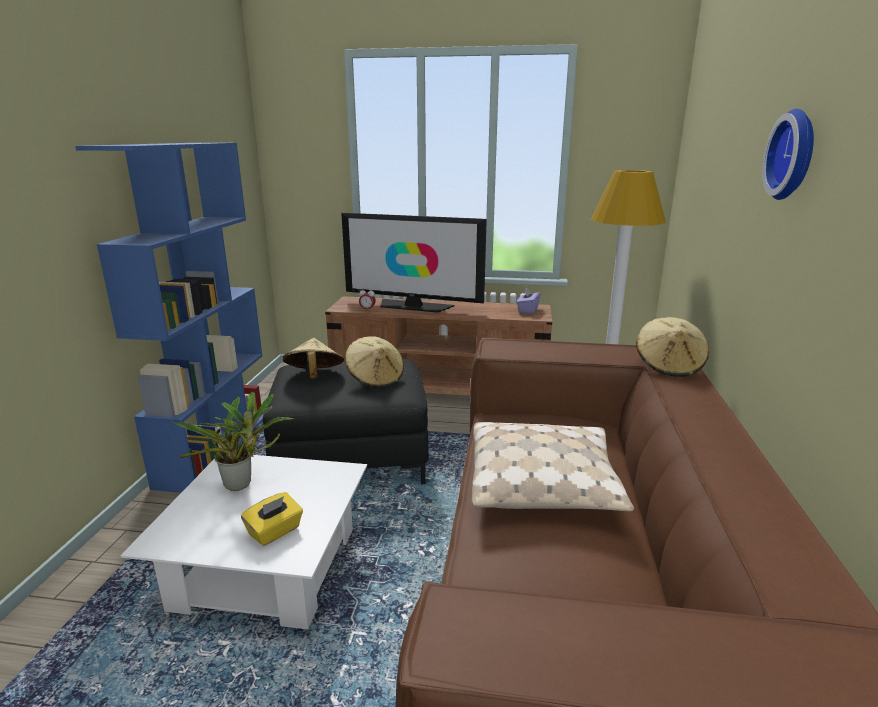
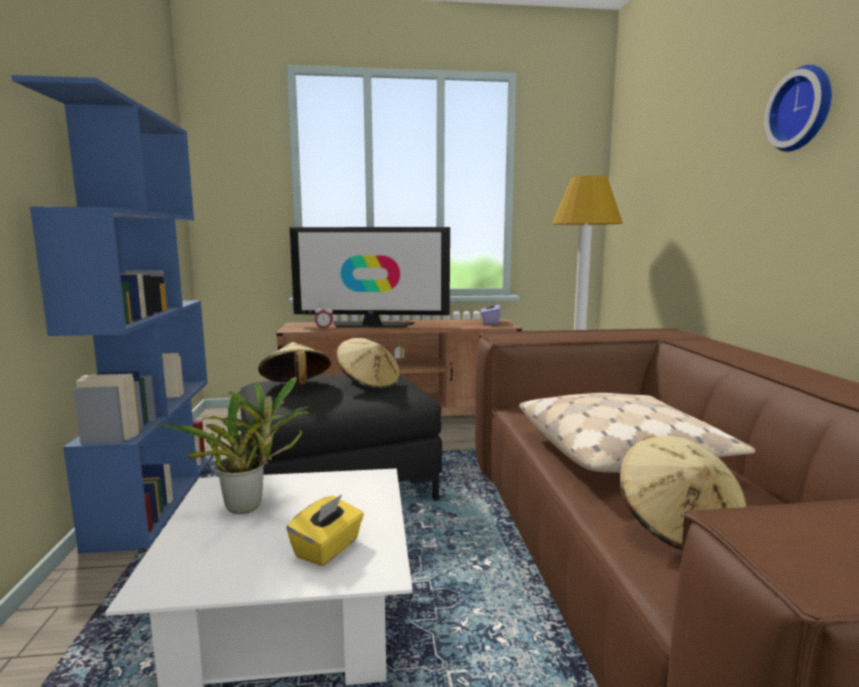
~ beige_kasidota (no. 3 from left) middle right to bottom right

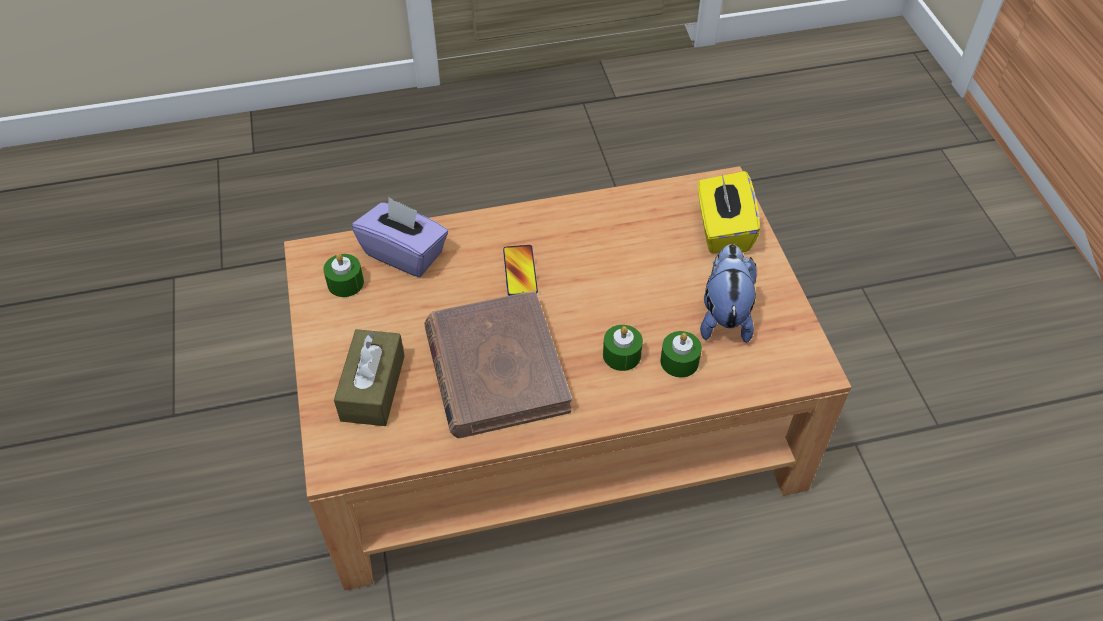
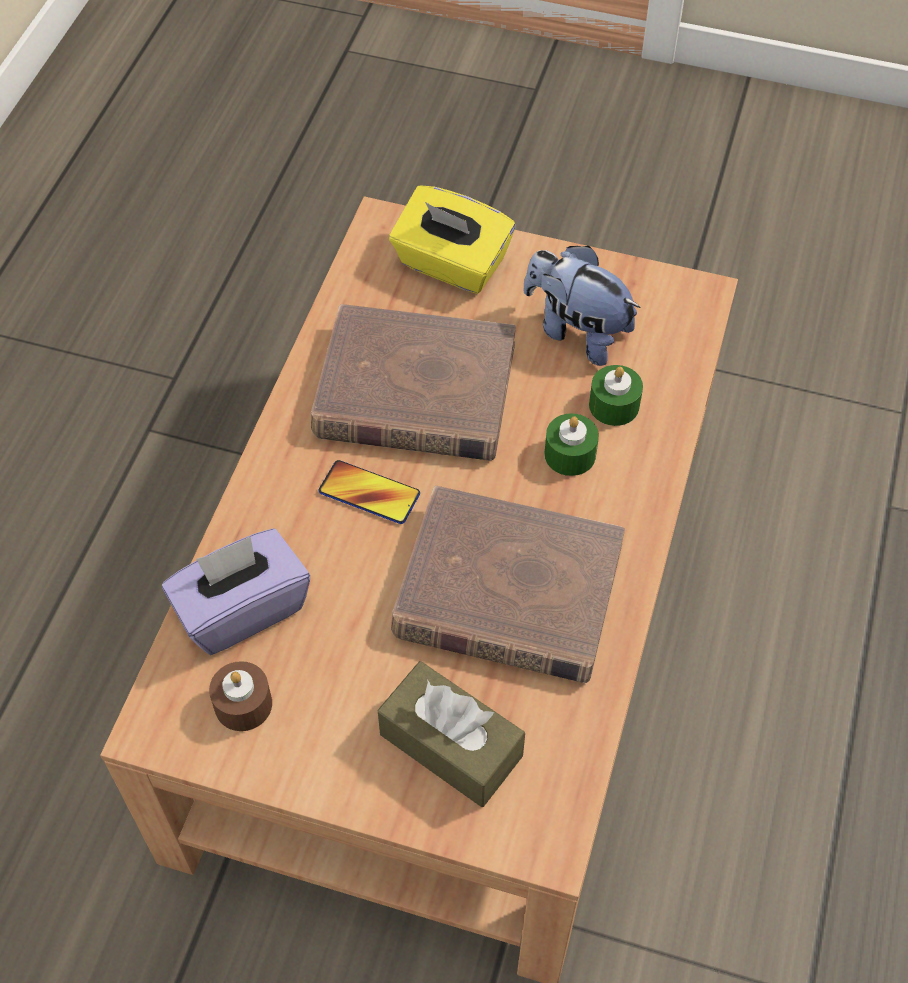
~ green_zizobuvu (no. 1 from left) middle left to brown_zizobuvu bottom left
+ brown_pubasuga (no. 1 from left) centre

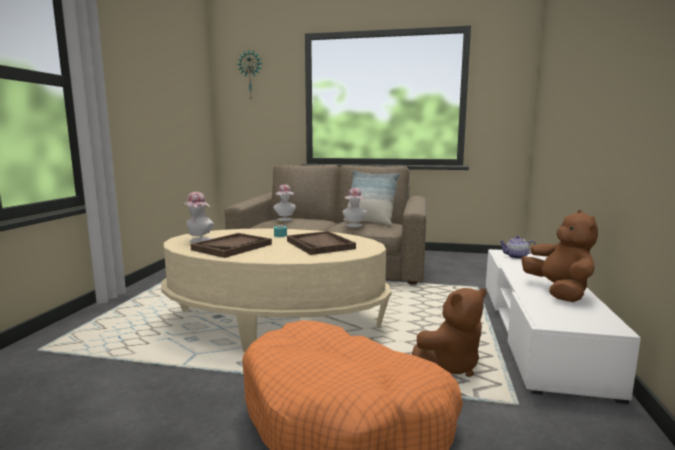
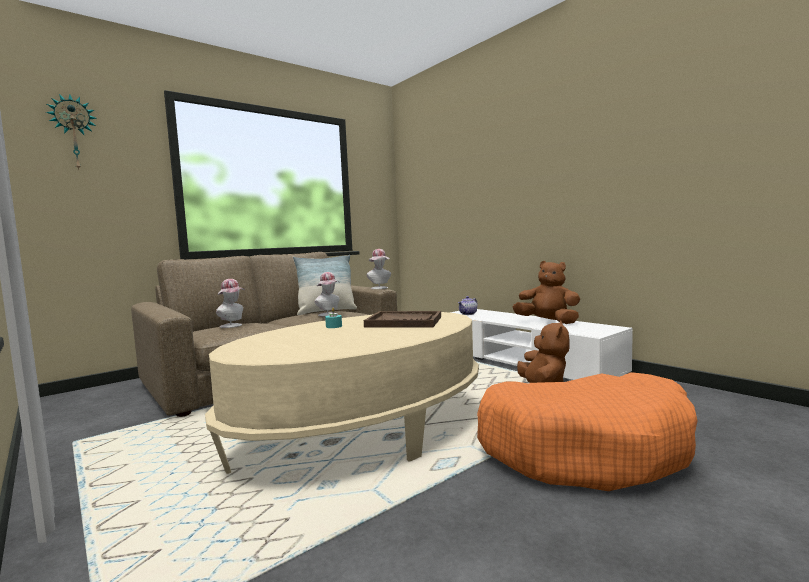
~ kasidota (no. 1 from left in the first image) middle left to kasidota (no. 3 from left) centre
- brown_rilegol (no. 1 from left) centre

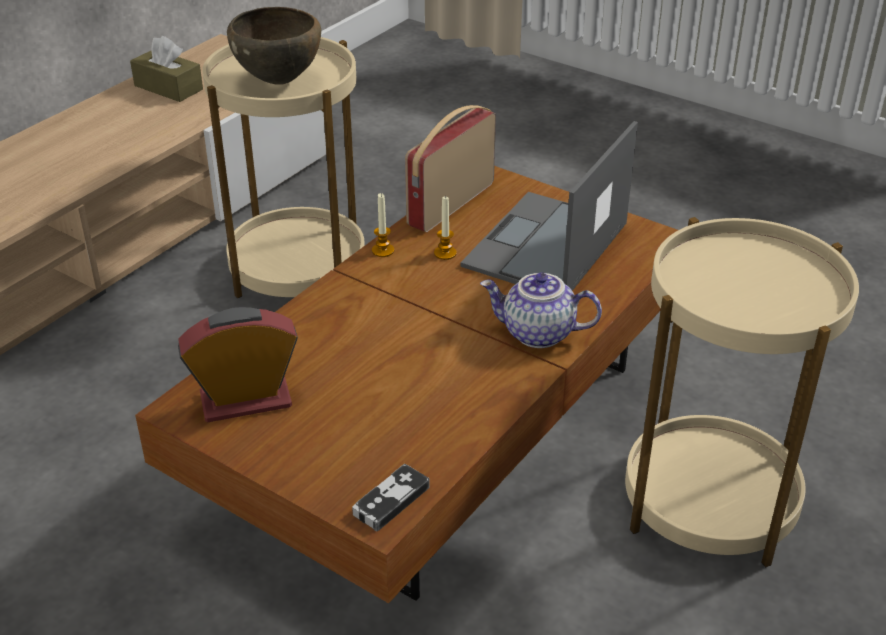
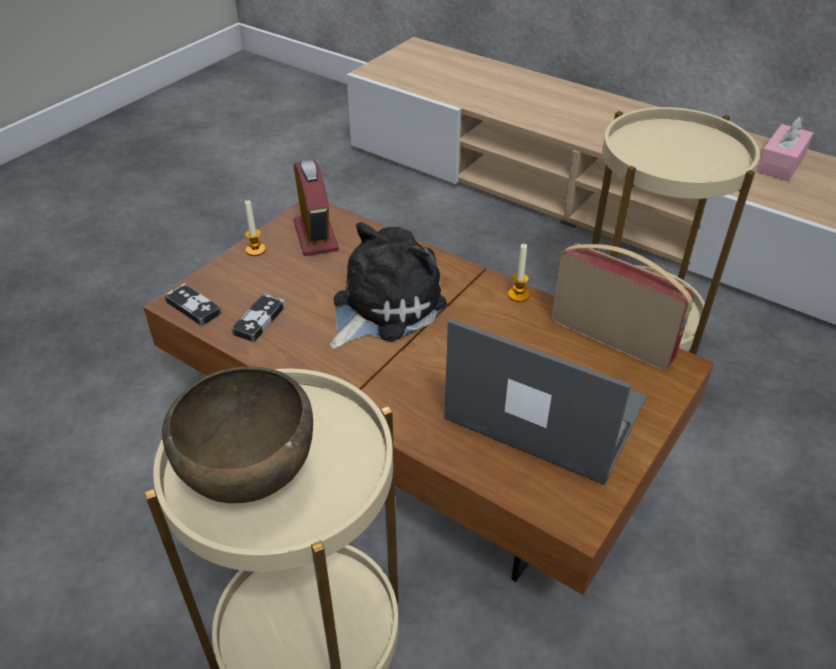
~ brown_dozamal top left to middle left
+ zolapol (no. 2 from left) middle left
~ zizobuvu (no. 2 from left in the first image) centre to zizobuvu (no. 1 from left) middle left
+ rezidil centre
~ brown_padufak top left to pink_padufak top right
- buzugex centre

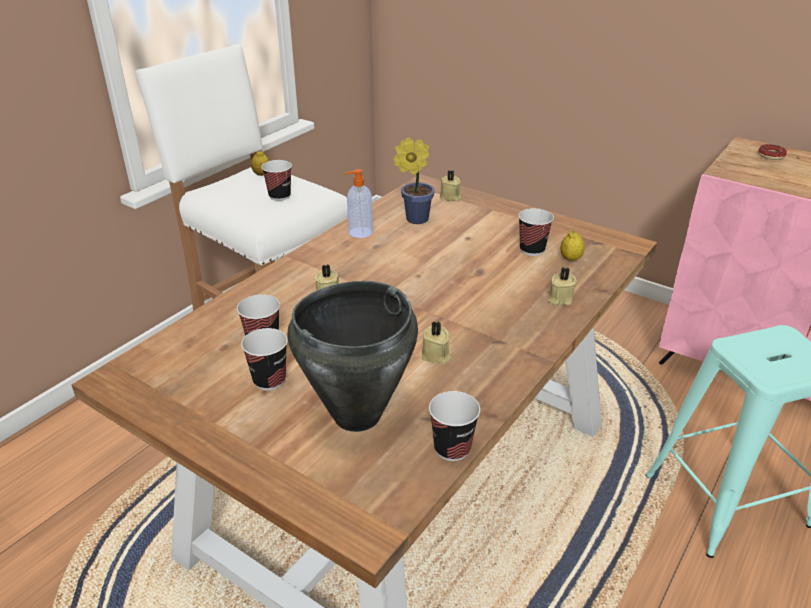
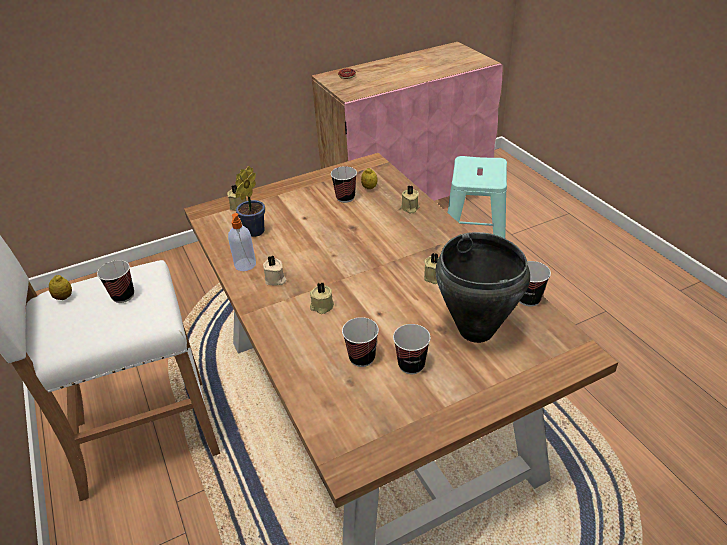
+ beige_zizobuvu (no. 2 from left) centre

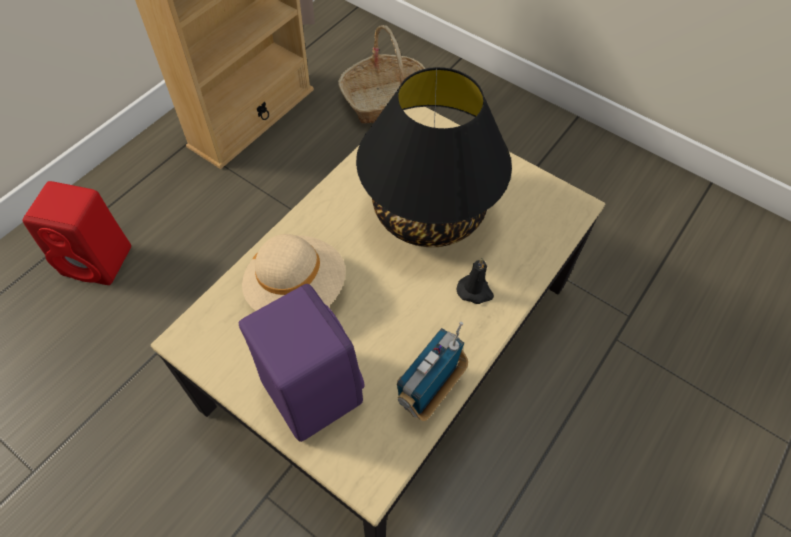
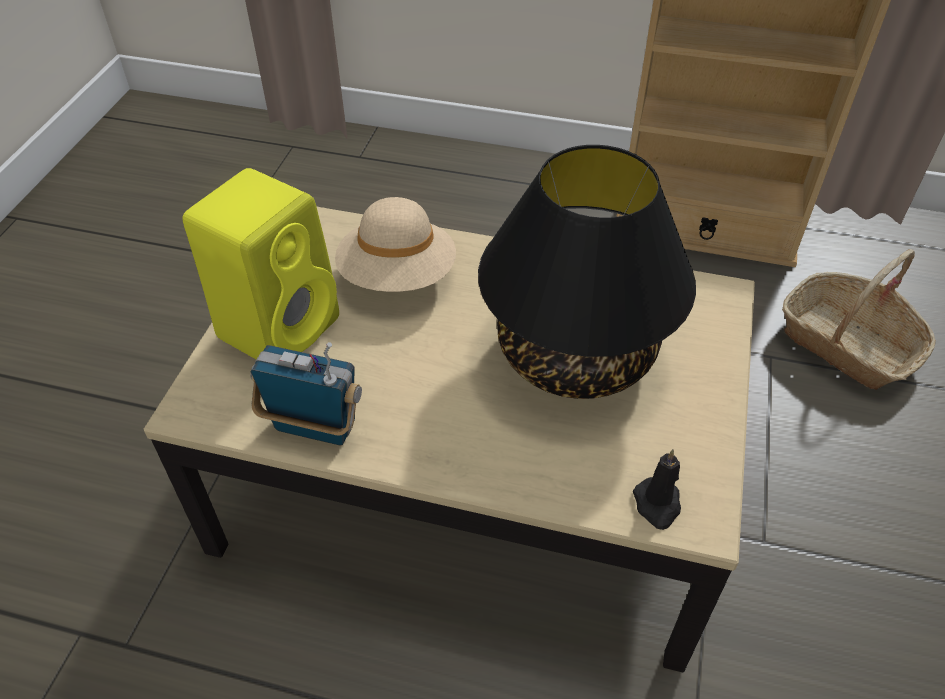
~ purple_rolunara bottom centre to yellow_rolunara middle left
~ black_zizobuvu centre to bottom right
- red_rolunara middle left

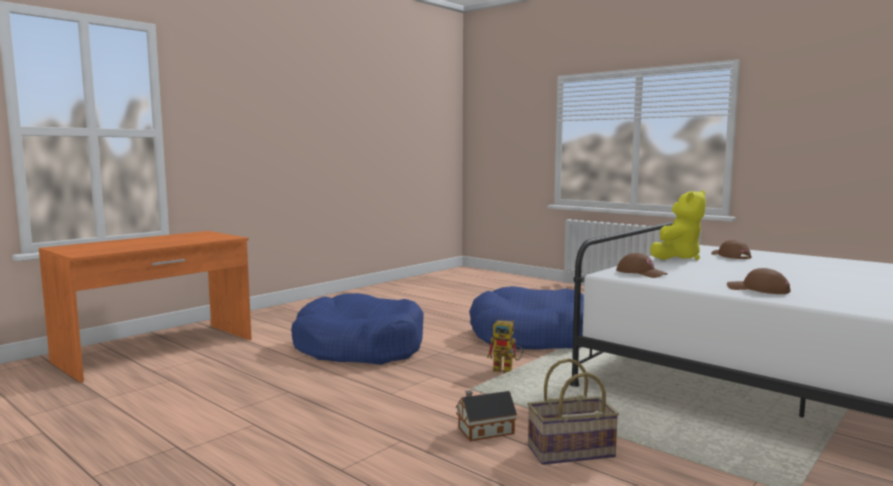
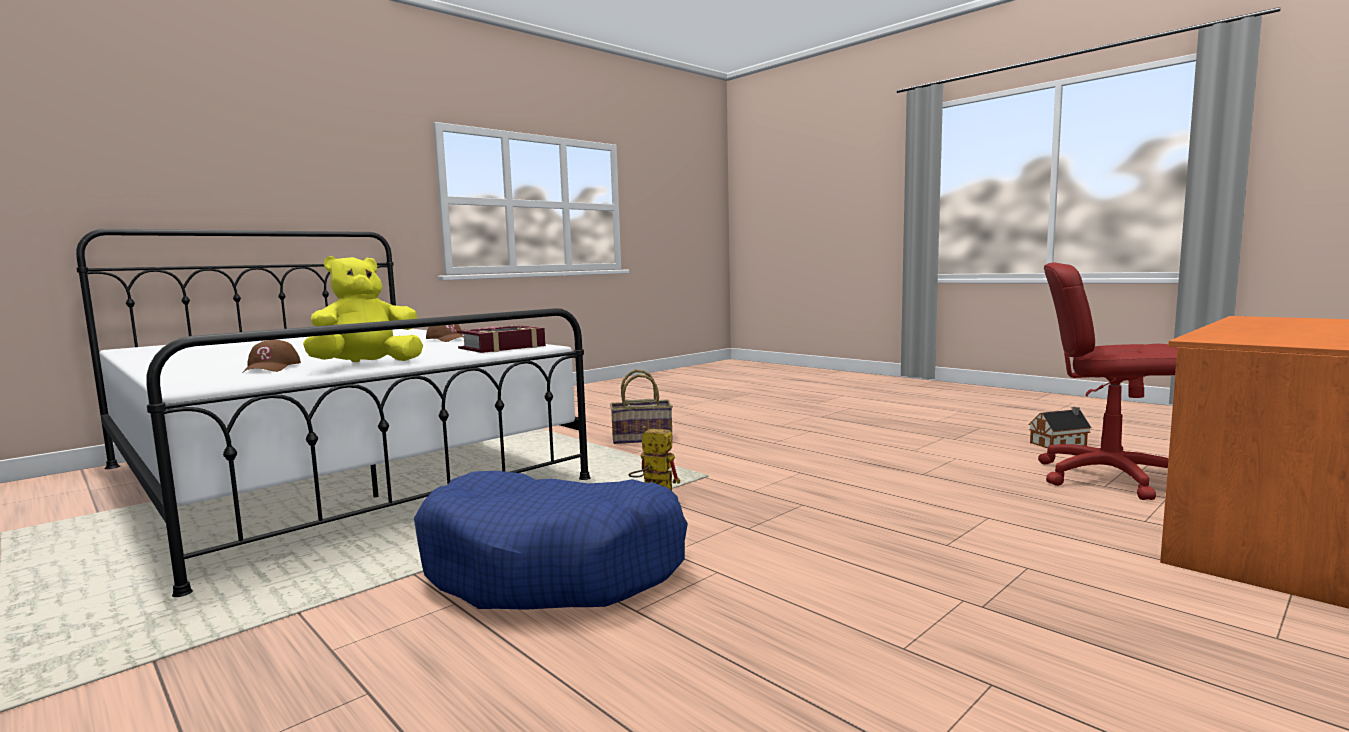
~ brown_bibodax (no. 1 from left) middle right to pubasuga centre
~ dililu bottom centre to middle right
+ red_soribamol middle right
- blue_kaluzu (no. 1 from left) bottom centre

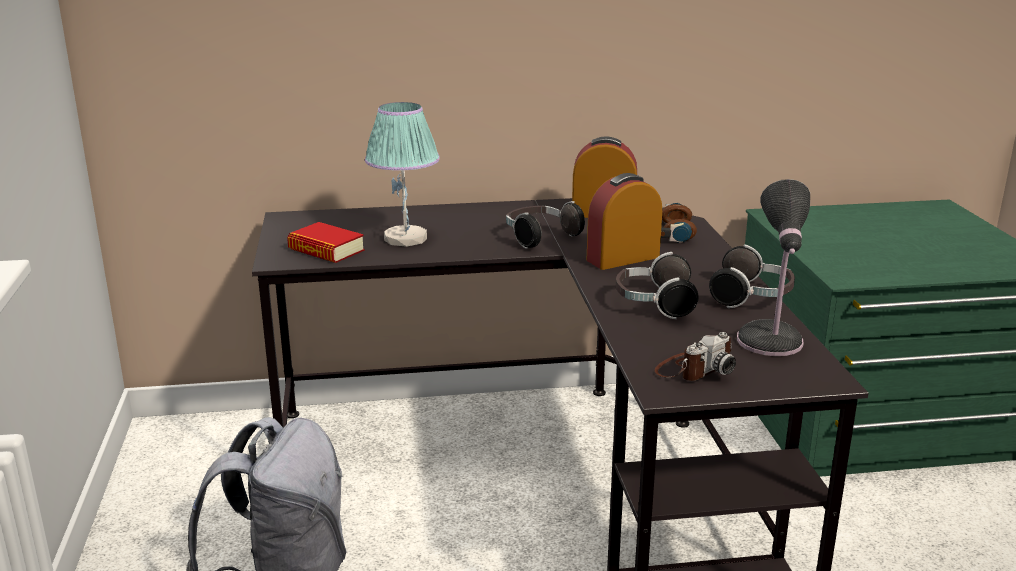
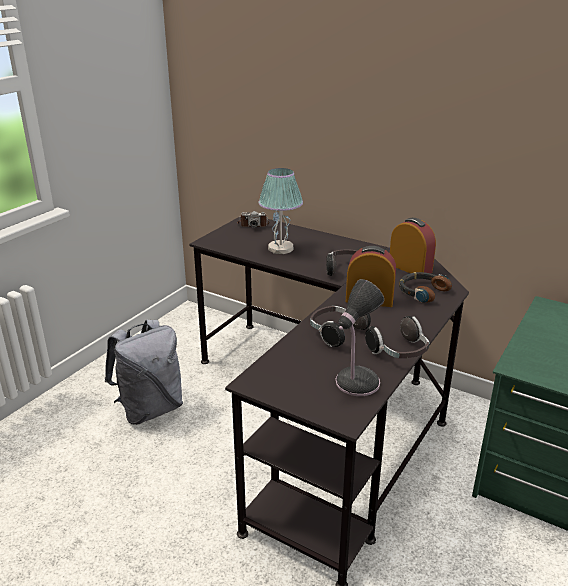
~ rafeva middle right to centre
- pubasuga middle left

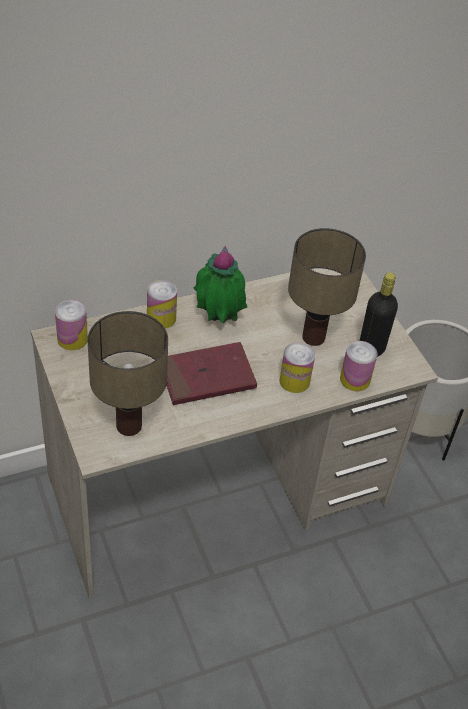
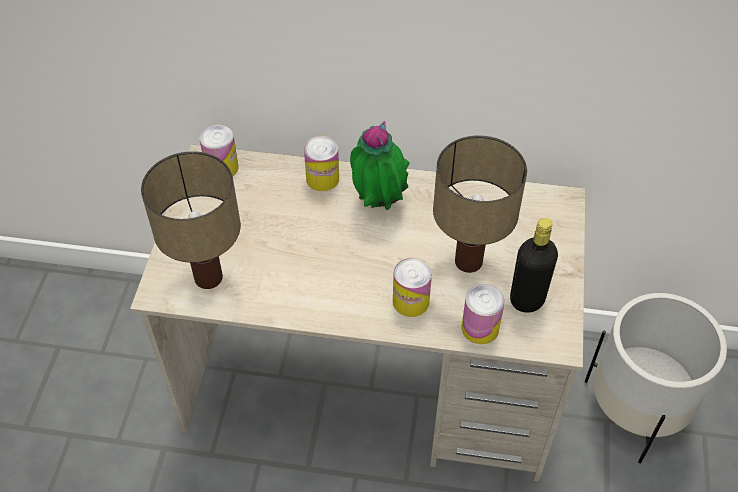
- red_pubasuga centre

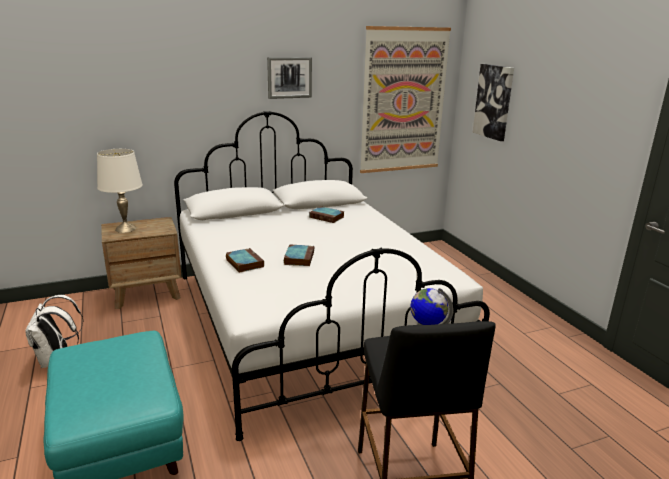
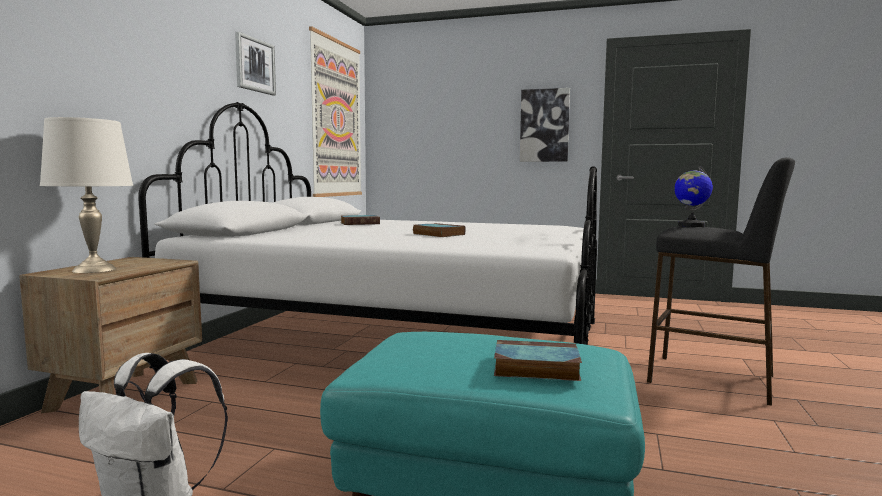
~ pubasuga (no. 1 from left in the first image) centre to pubasuga (no. 3 from left) bottom centre
~ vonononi (no. 3 from left) top right to top centre

